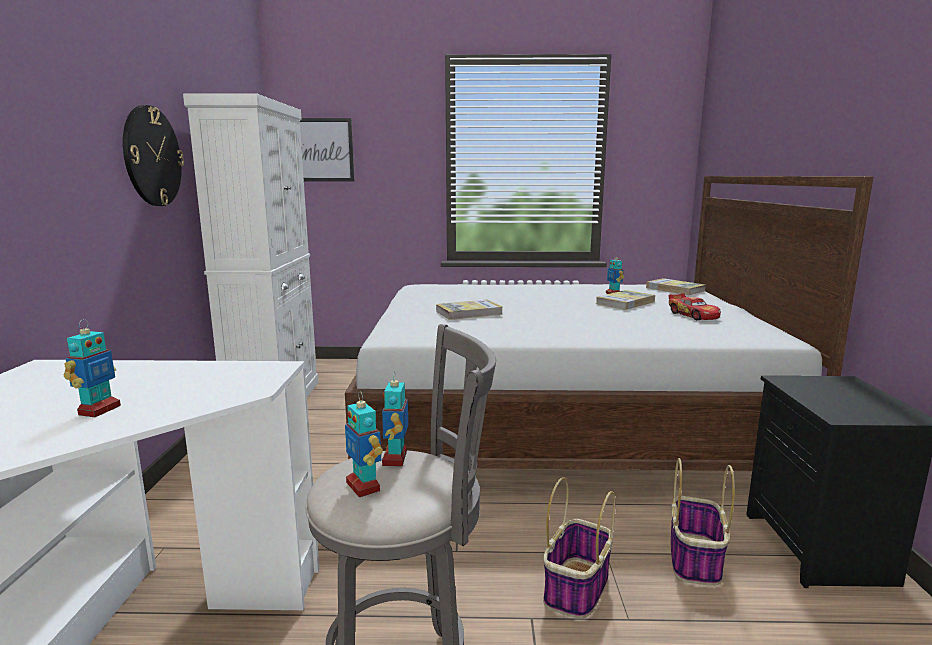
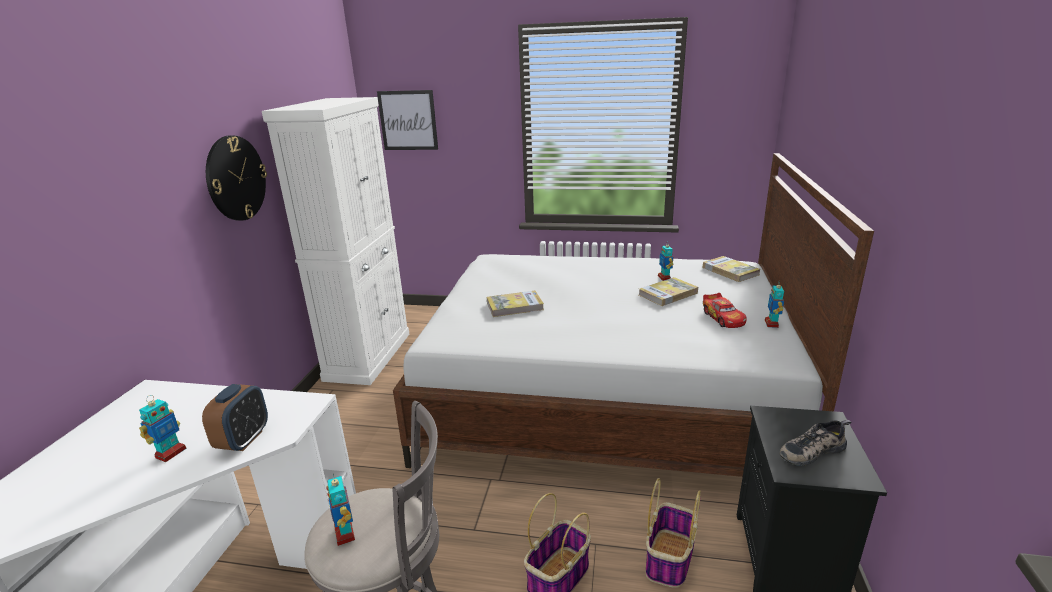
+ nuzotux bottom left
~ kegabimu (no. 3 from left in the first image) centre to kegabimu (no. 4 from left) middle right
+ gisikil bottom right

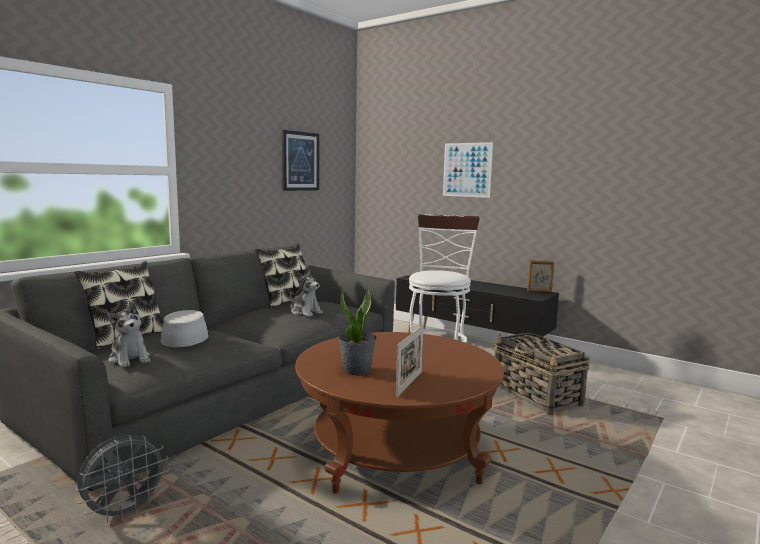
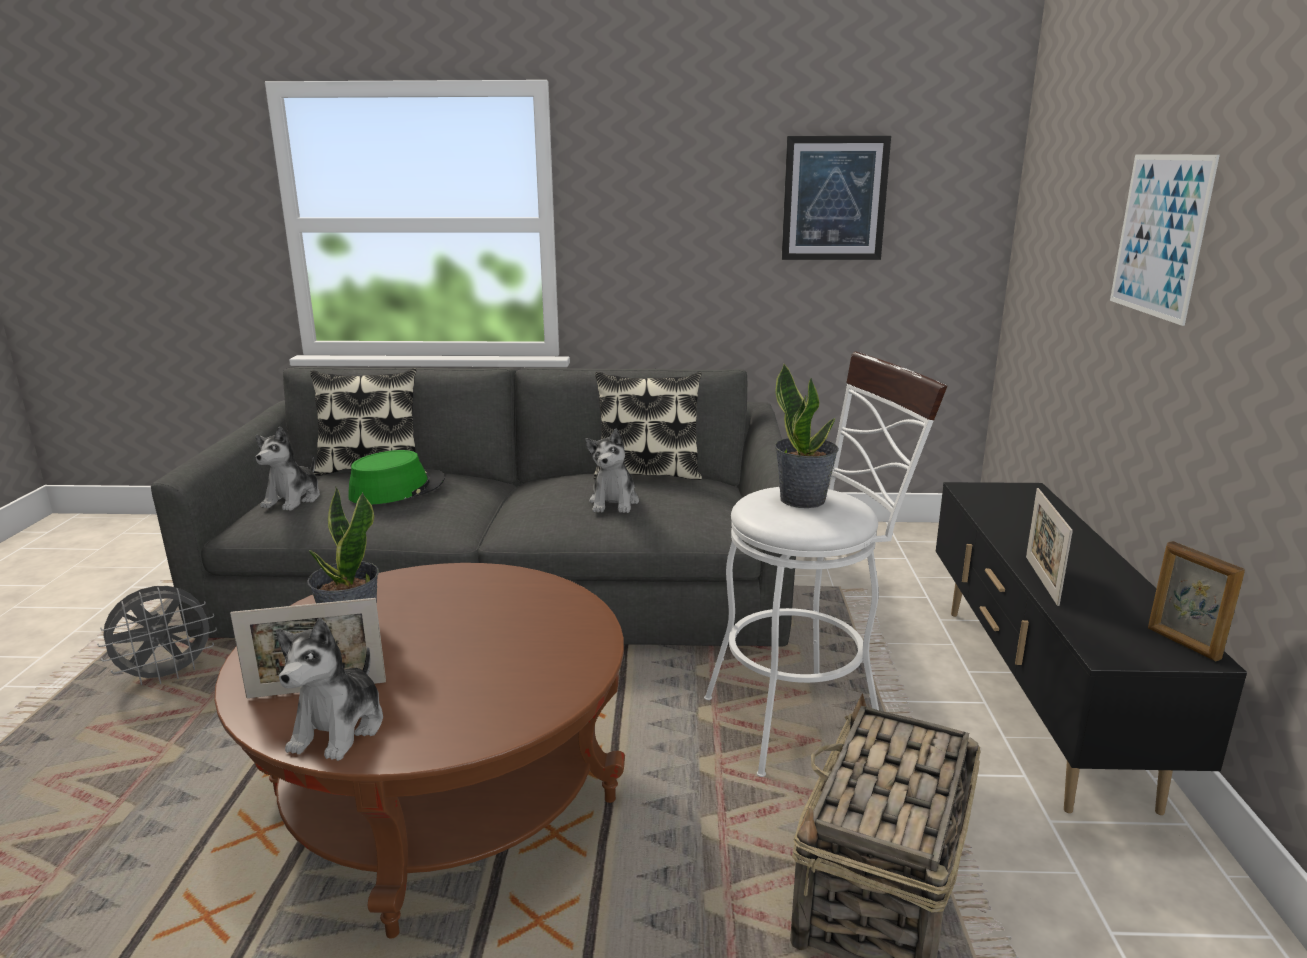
~ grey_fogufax bottom left = middle left 45 degrees counterclockwise
+ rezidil (no. 2 from left) bottom left
~ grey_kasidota middle left to green_kasidota middle left
+ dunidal (no. 2 from left) centre
+ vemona (no. 2 from left) middle right

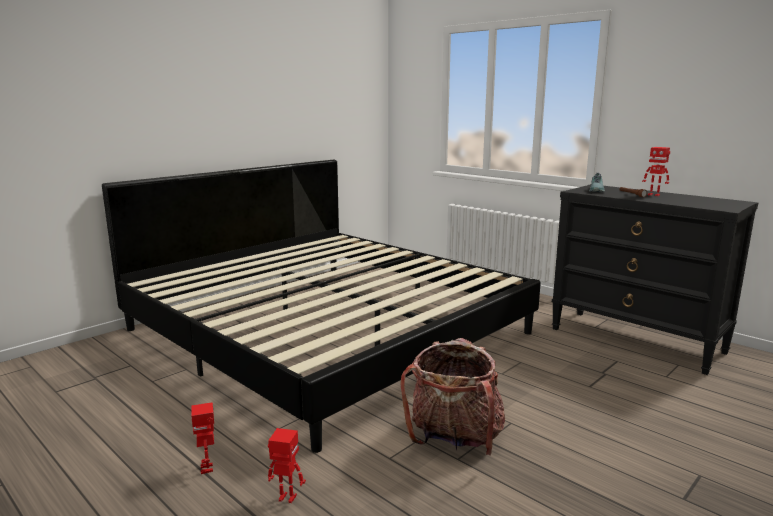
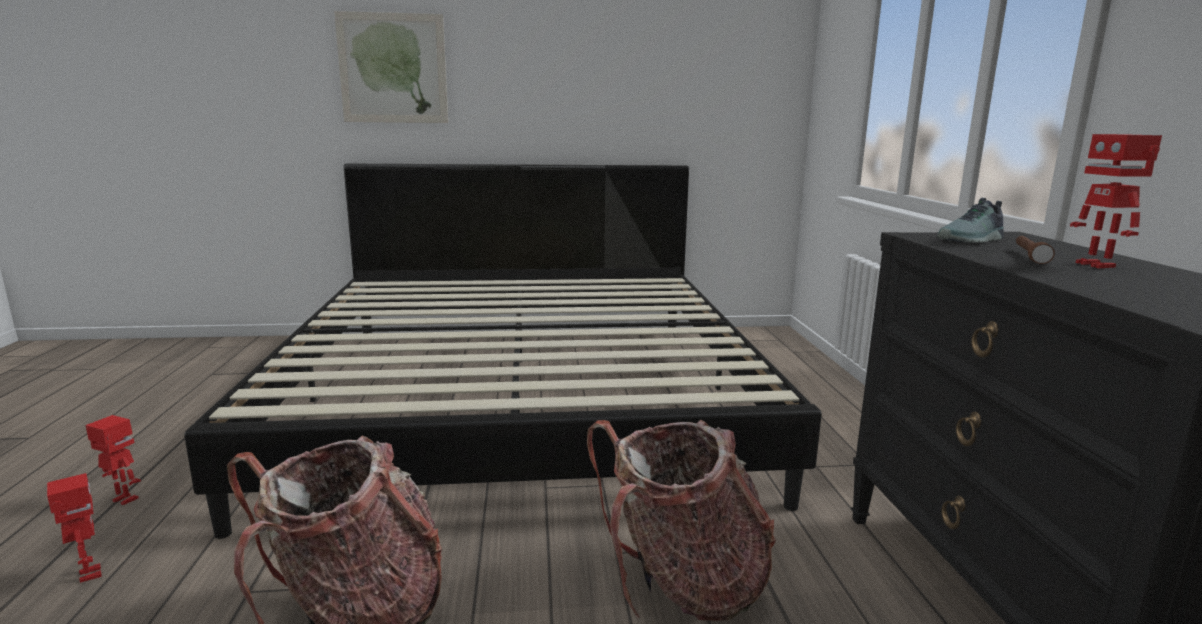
~ kegabimu (no. 1 from left in the first image) bottom left = bottom left 90 degrees clockwise
+ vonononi top left
+ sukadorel (no. 2 from left) bottom centre

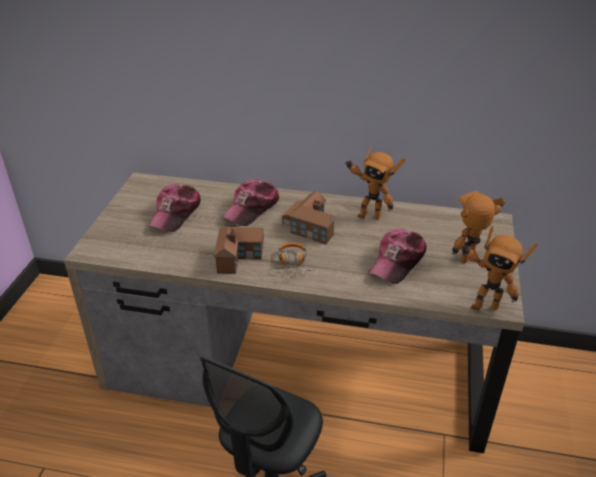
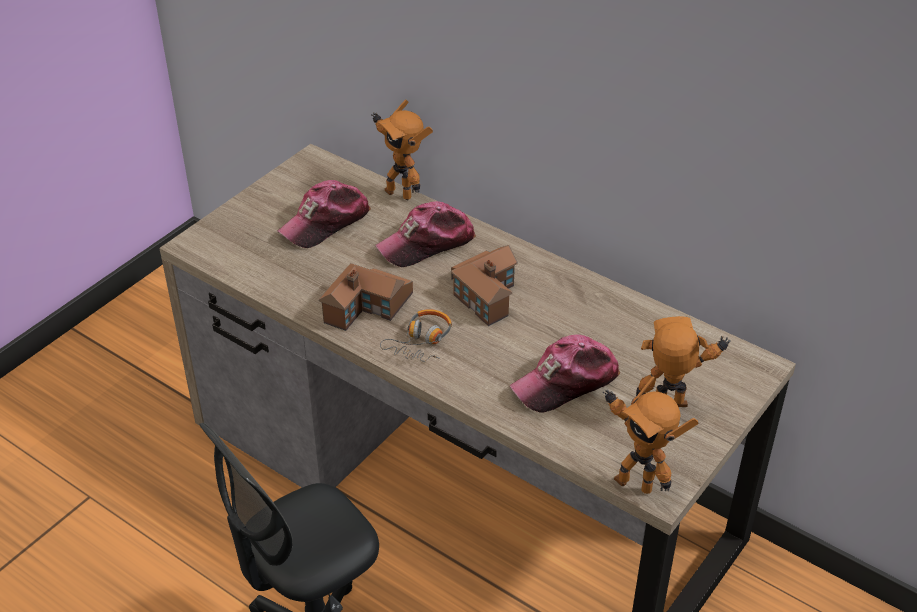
~ kegabimu (no. 1 from left) centre to top centre

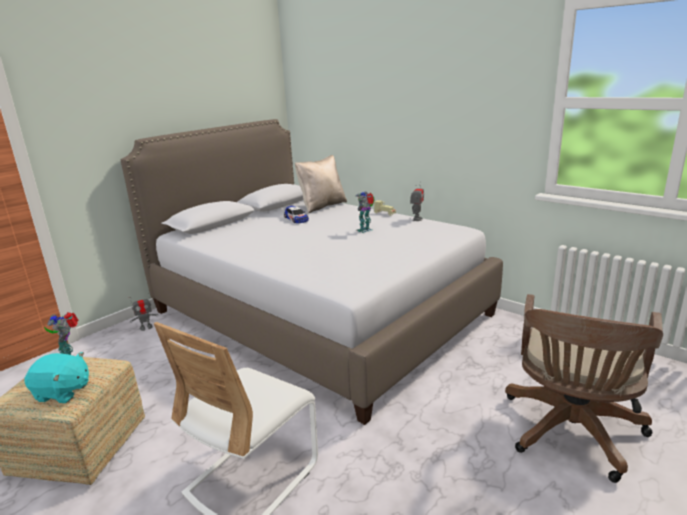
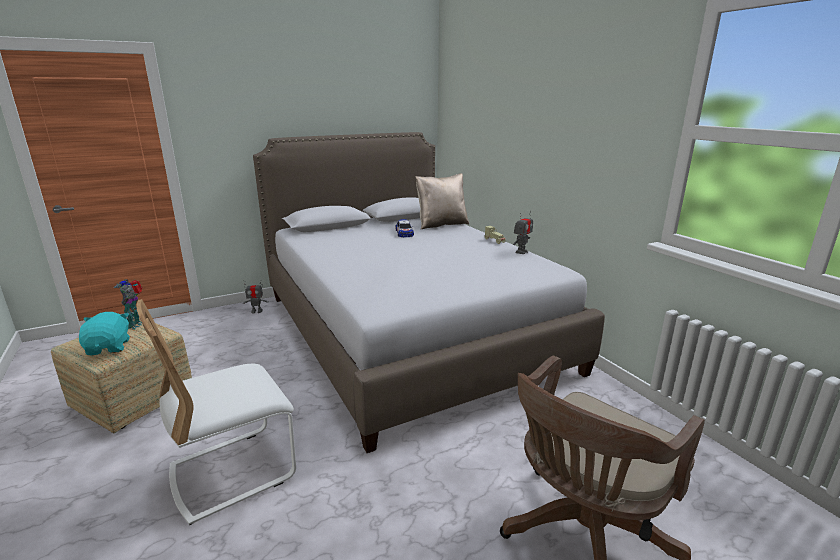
~ turquoise_rezidil bottom left = middle left 135 degrees counterclockwise
- kegabimu (no. 3 from left) centre

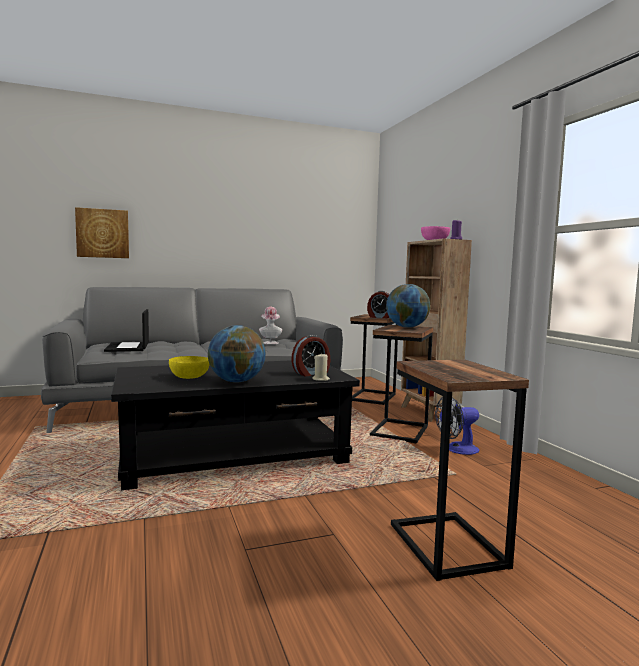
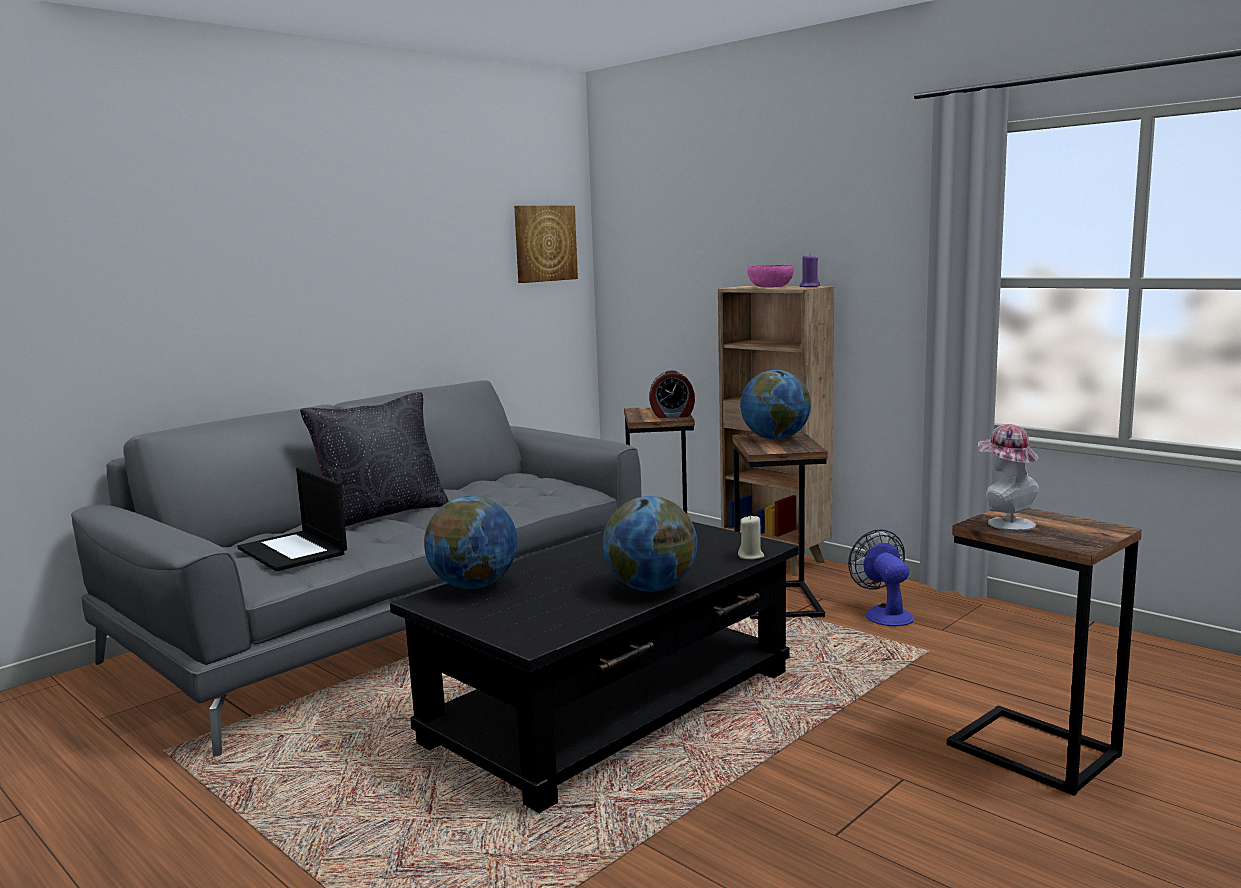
+ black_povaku middle left
+ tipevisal (no. 1 from left) centre
~ vonononi middle left to top centre
~ fogufax middle right = middle right 120 degrees clockwise
~ kasidota centre to middle right
- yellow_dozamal middle left
- nuzotux (no. 1 from left) centre

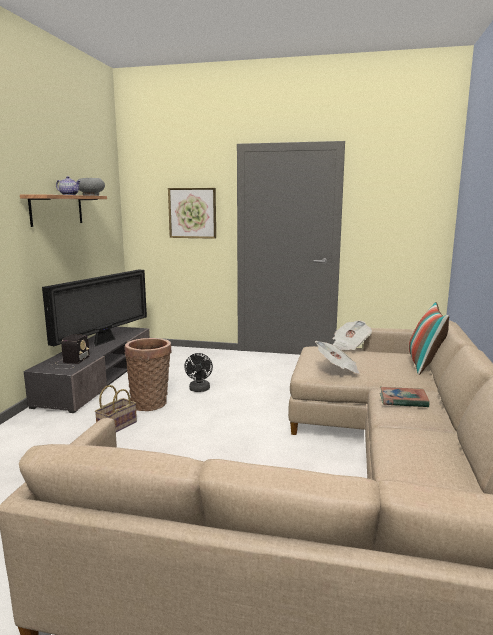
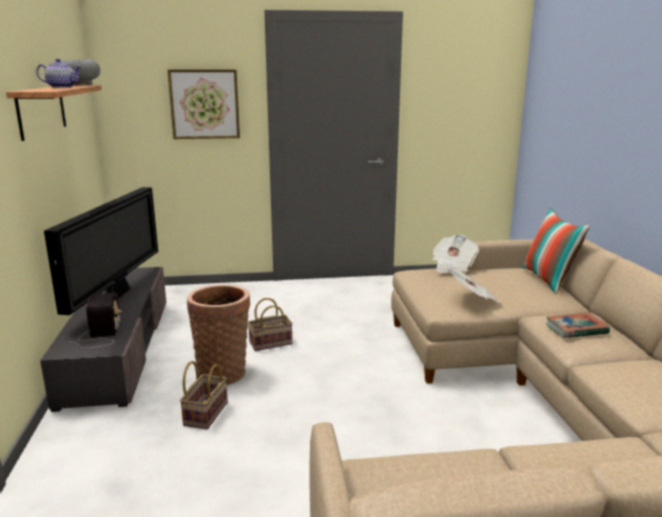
~ black_fogufax centre to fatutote (no. 3 from left) centre

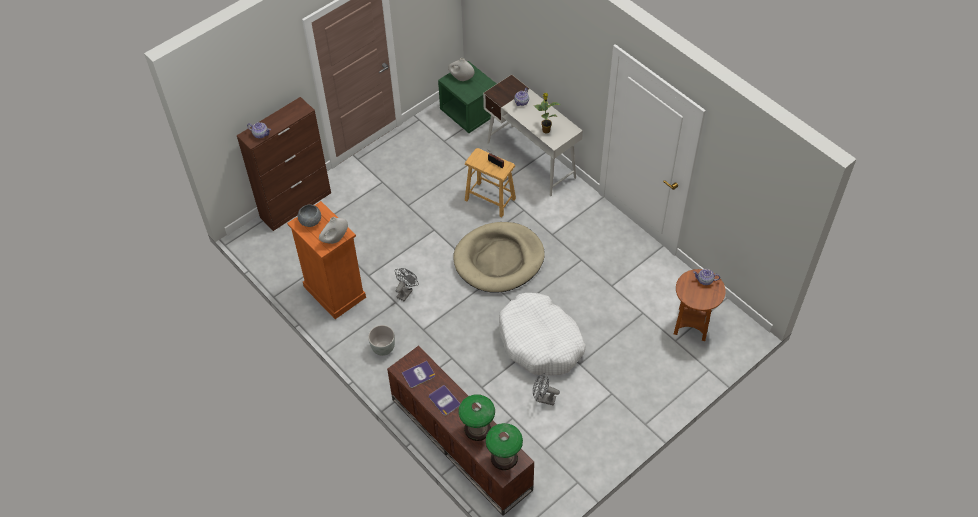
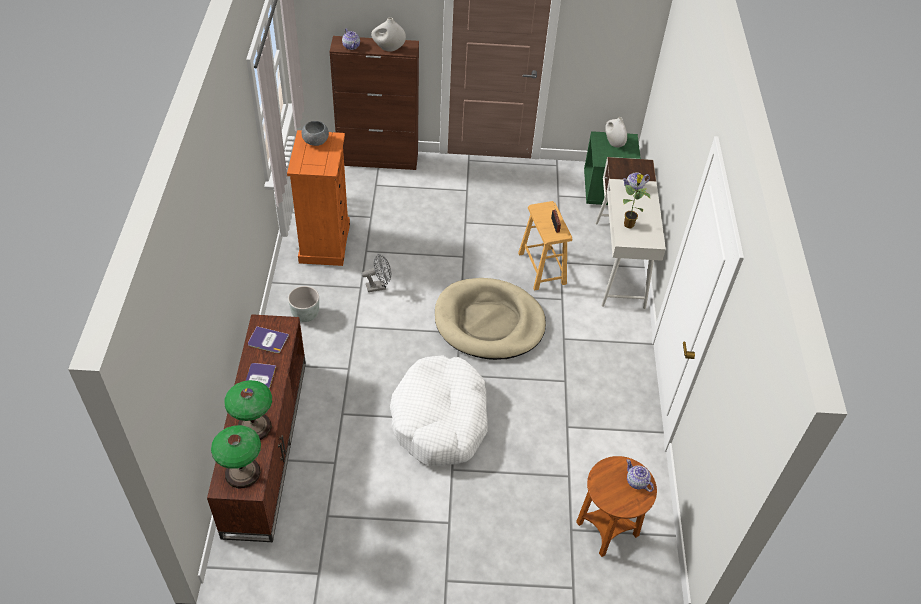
~ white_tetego (no. 1 from left) centre to top centre
- grey_fogufax (no. 2 from left) bottom centre

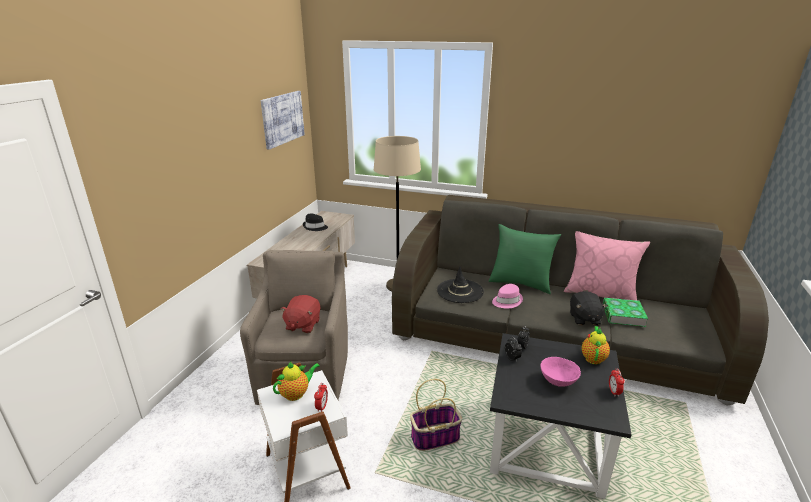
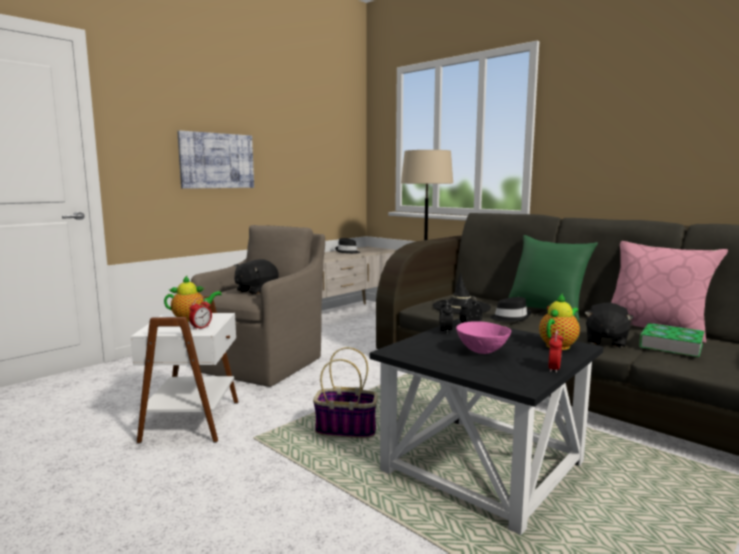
~ vonononi top centre to top left
~ red_rezidil centre to black_rezidil (no. 1 from left) centre
~ pink_kasidota centre to black_kasidota (no. 3 from left) middle right

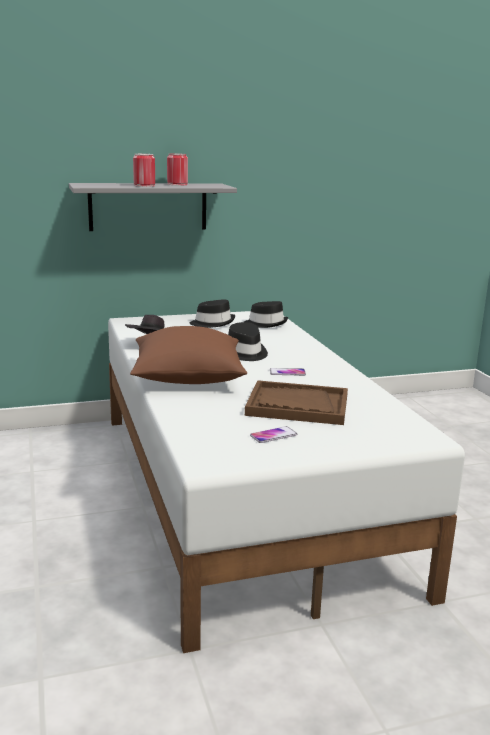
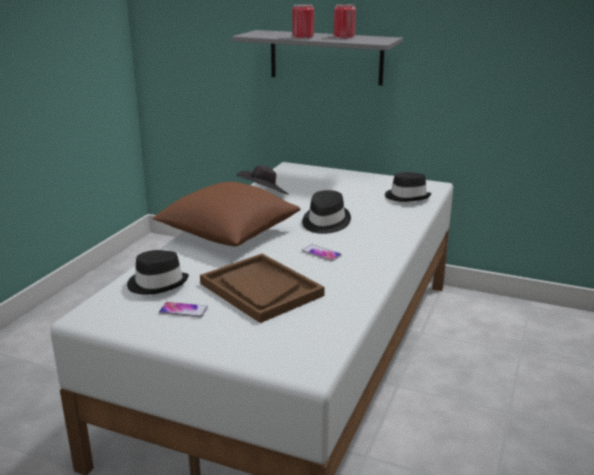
~ black_kasidota (no. 2 from left in the first image) centre to black_kasidota (no. 1 from left) middle left

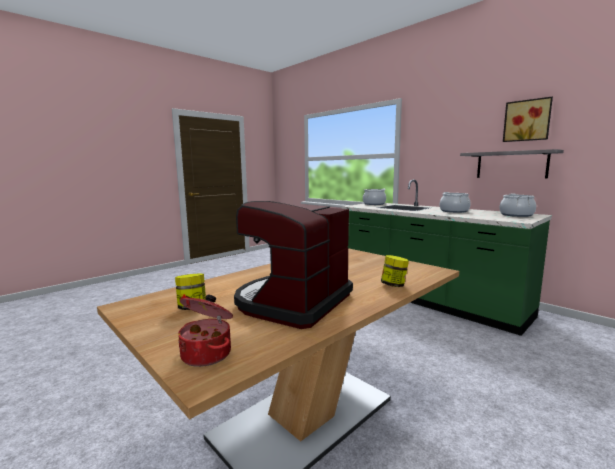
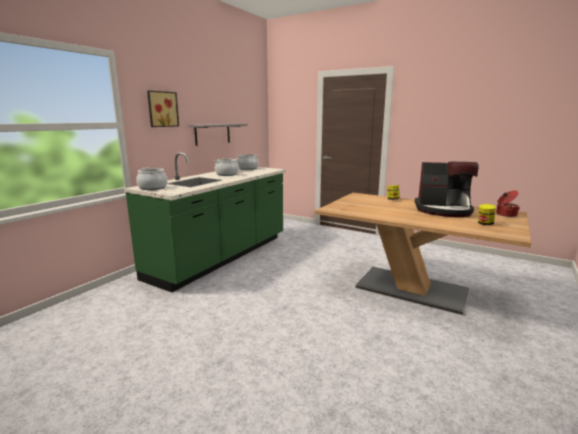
~ vonononi top right to top left

